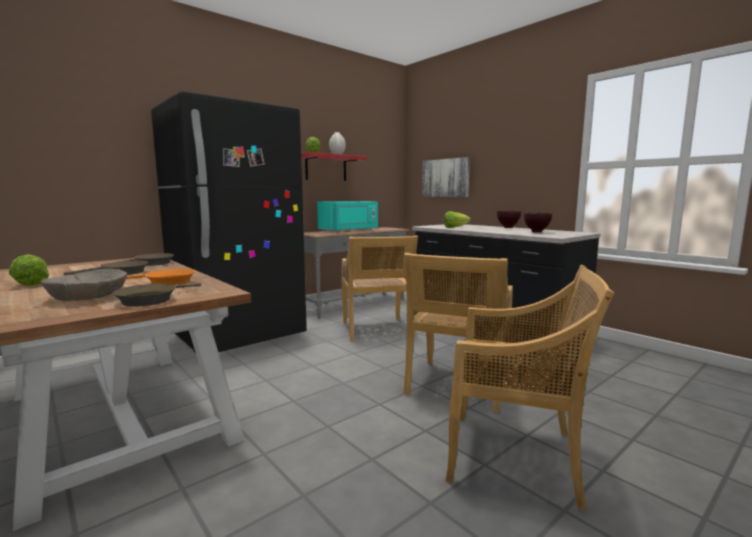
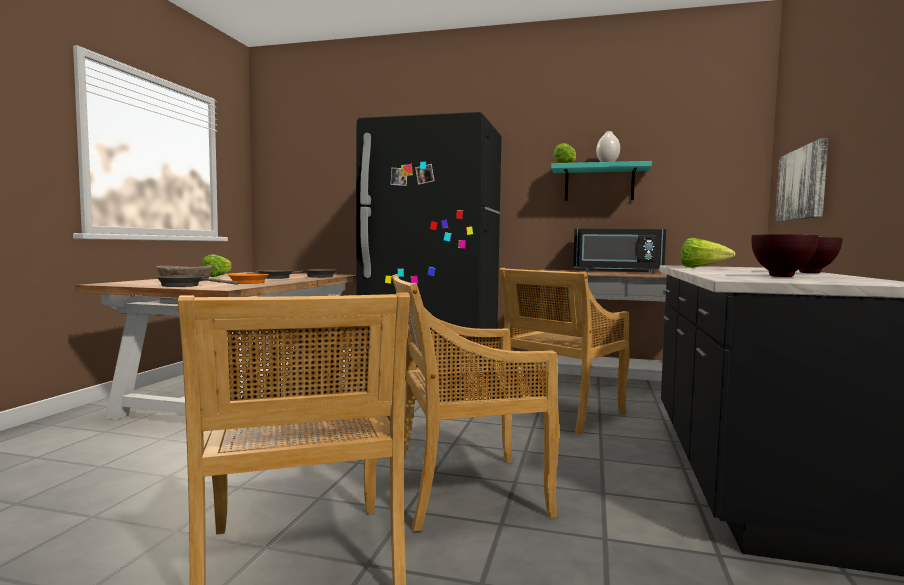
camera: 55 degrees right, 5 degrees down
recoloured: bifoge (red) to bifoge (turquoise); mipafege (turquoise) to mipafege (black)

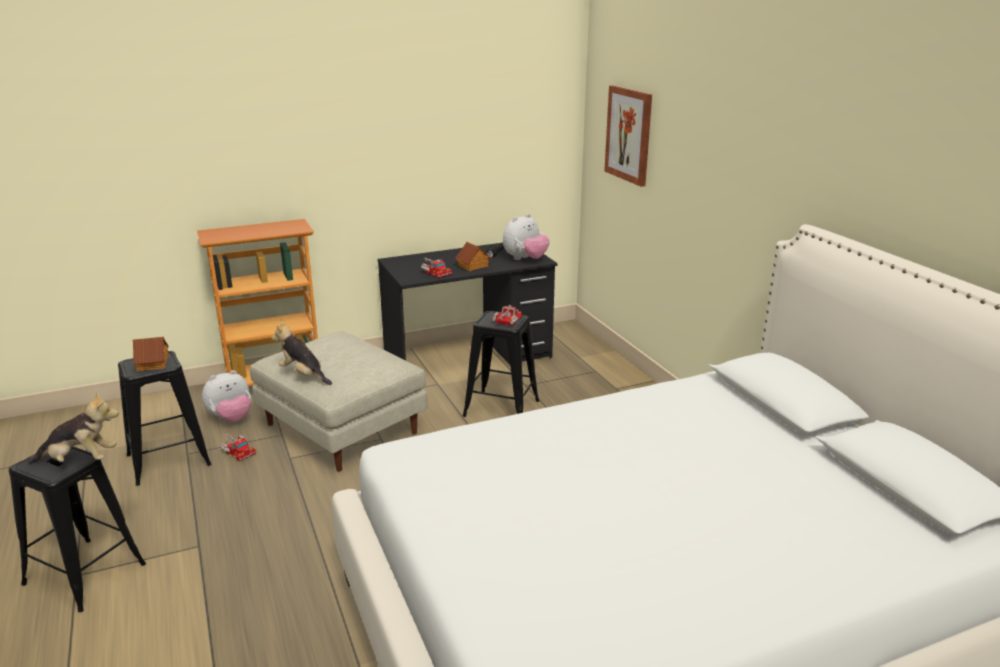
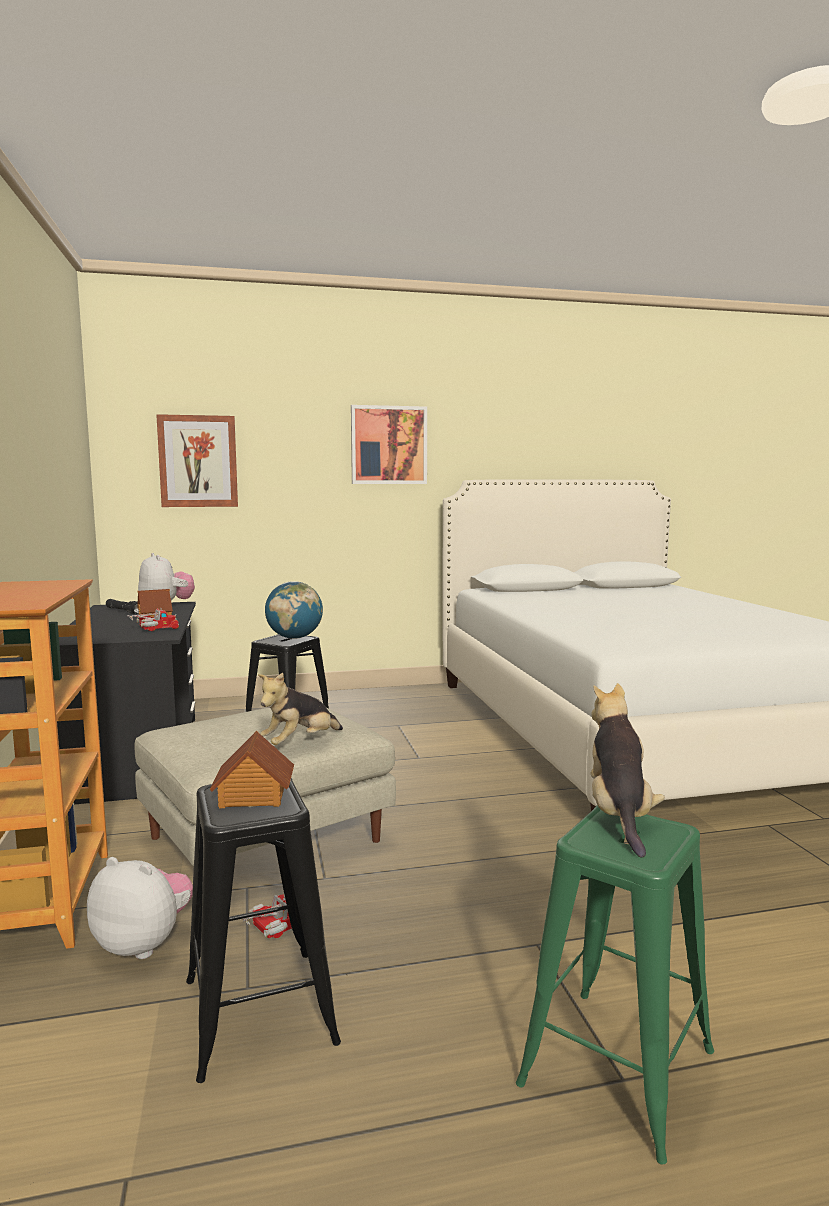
camera: 80 degrees left, 15 degrees down
added: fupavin (2nd from left)
replaced: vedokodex (3rd from left) to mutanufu
recoloured: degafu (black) (1st from left) to degafu (green)
turned: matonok (2nd from left in the first image) 45 degrees counterclockwise

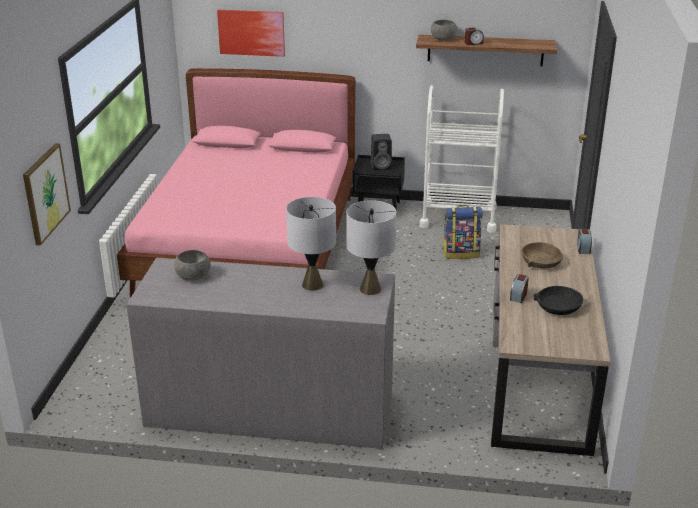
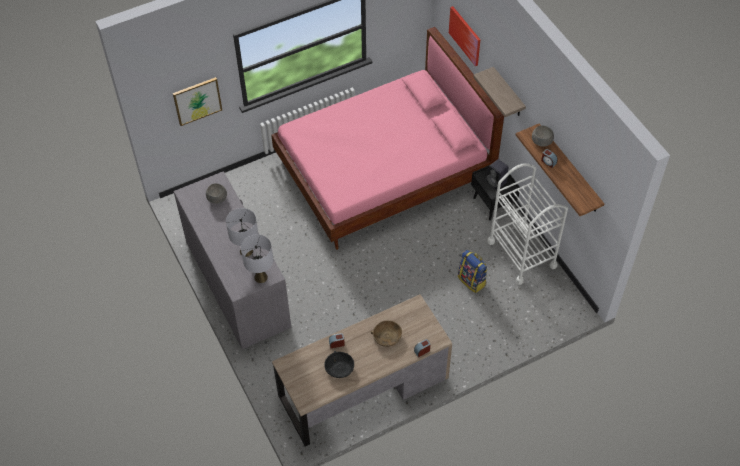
camera: 55 degrees right, 25 degrees up
added: bifoge (1st from left)

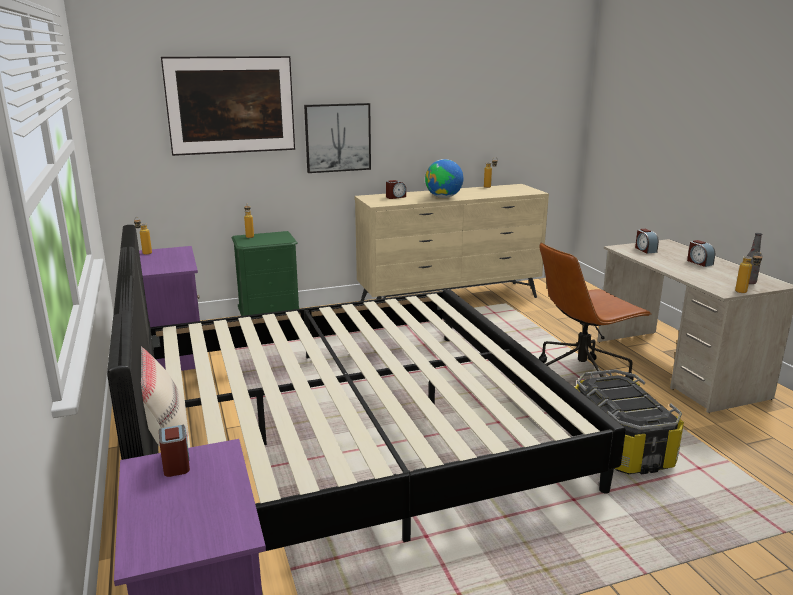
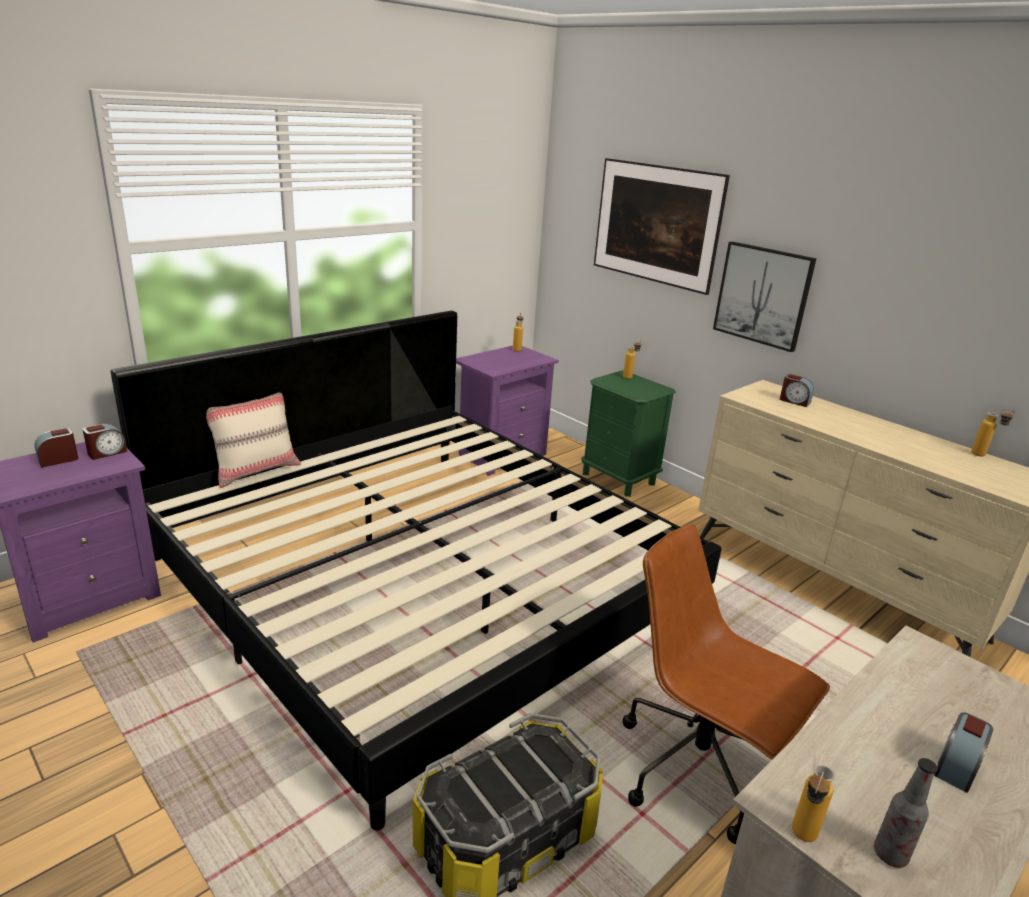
camera: 65 degrees right, 5 degrees up
removed: mutanufu
moved: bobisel (3rd from left in the first image) to bobisel (1st from left)

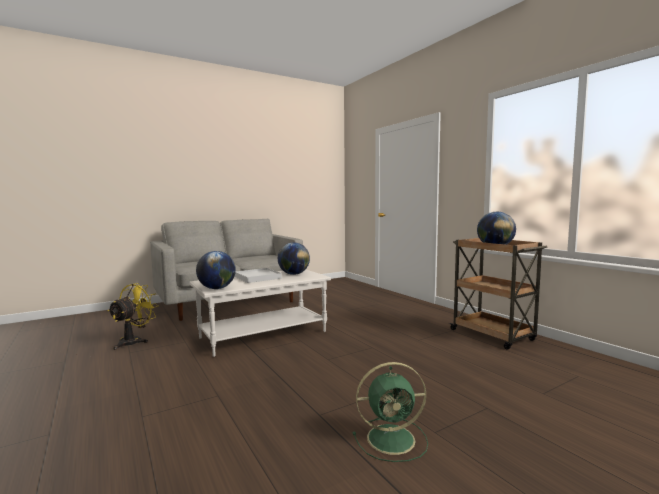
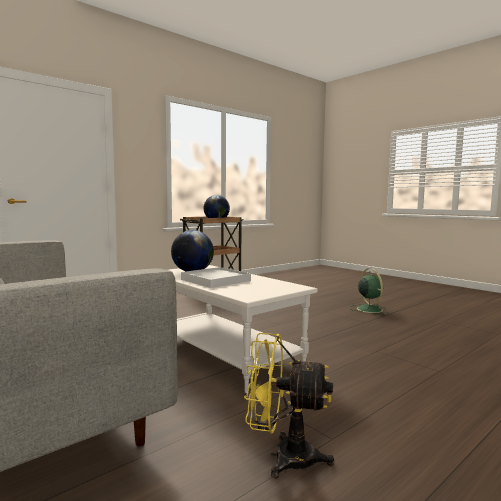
camera: 100 degrees left, 0 degrees up
removed: mutanufu (1st from left)

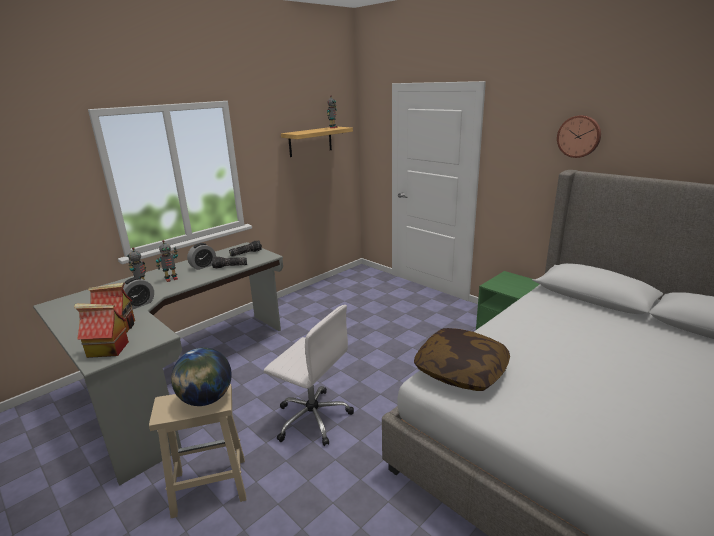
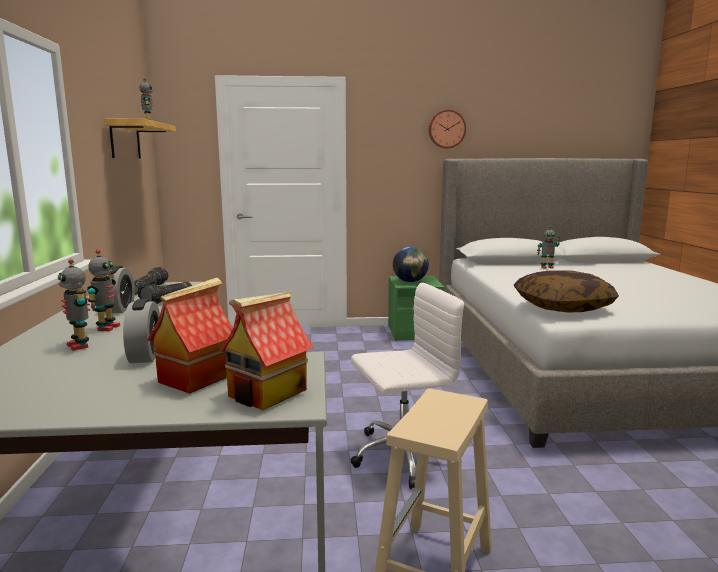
camera: 50 degrees left, 10 degrees down
added: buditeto (4th from left)
moved: mutanufu

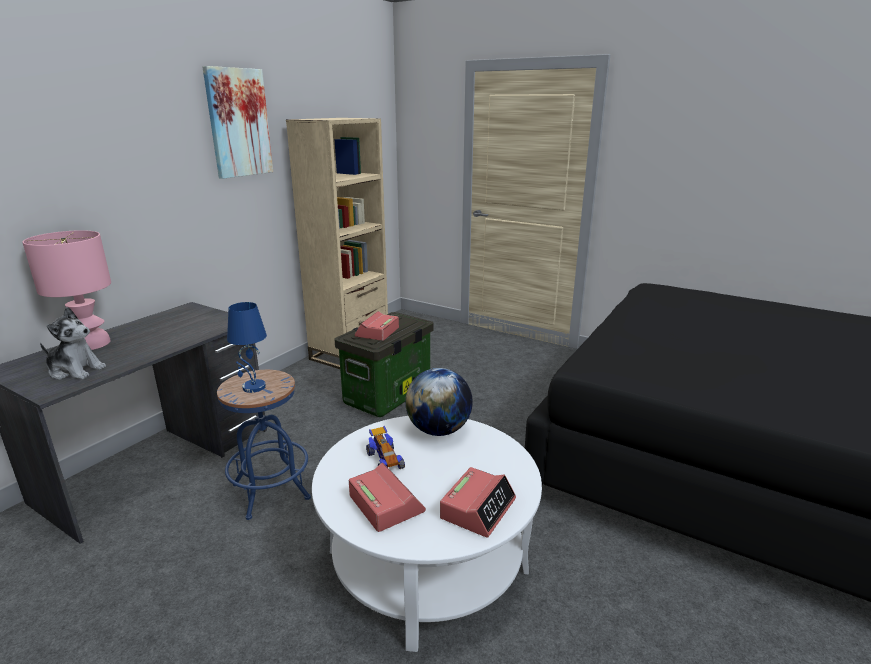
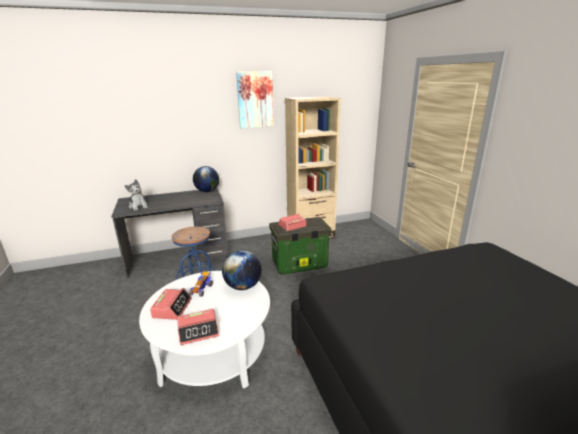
camera: 40 degrees right, 0 degrees up
removed: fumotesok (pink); fumotesok (blue)
added: mutanufu (1st from left)

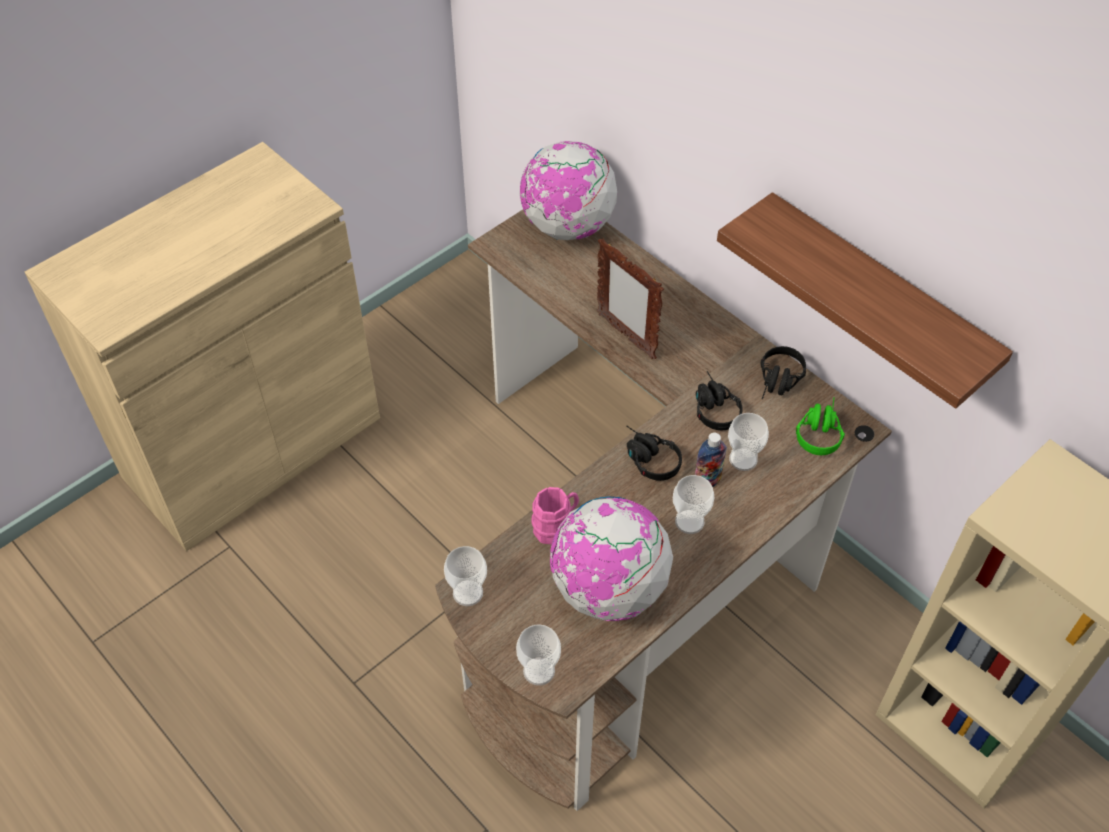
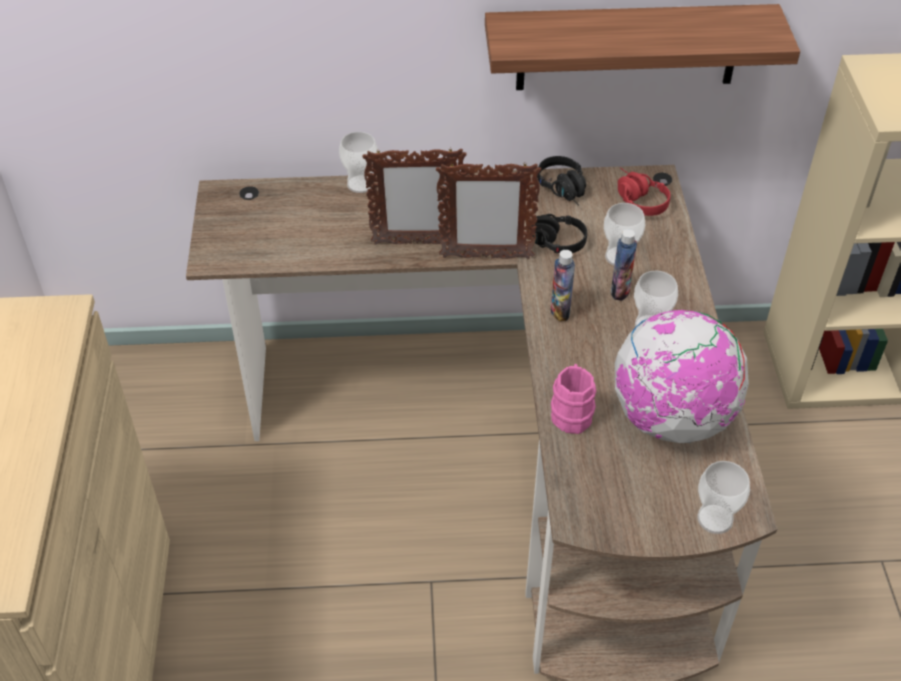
camera: 50 degrees left, 5 degrees down
removed: mutanufu (1st from left)
added: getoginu (2nd from left)
moved: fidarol (1st from left)
replaced: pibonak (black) (1st from left) to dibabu (1st from left)
recoloured: pibonak (green) to pibonak (red)

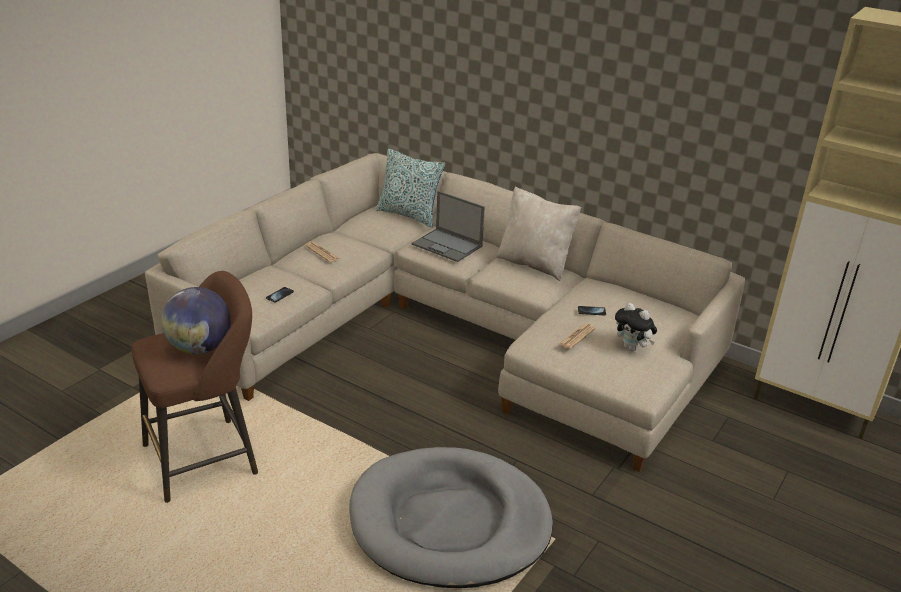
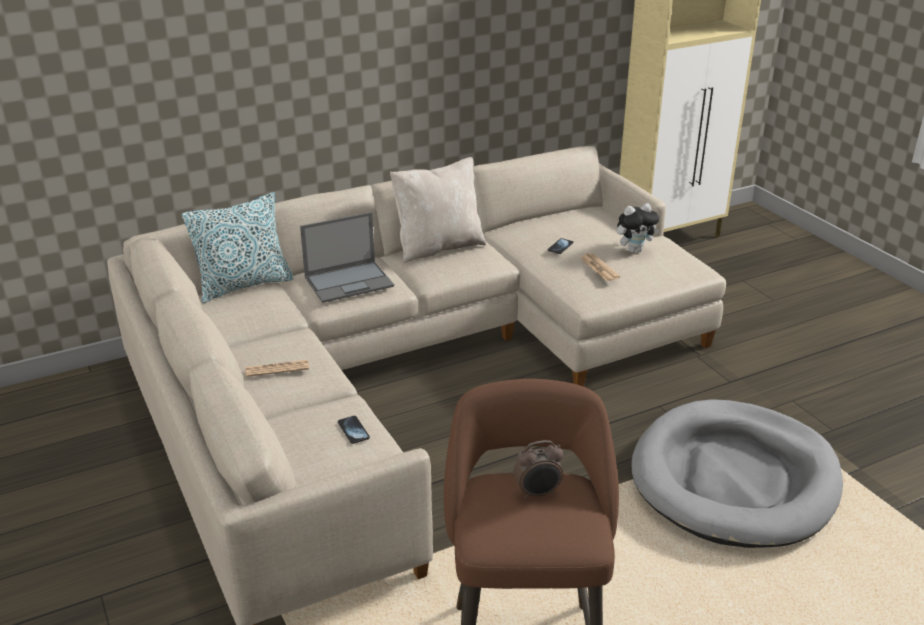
camera: 60 degrees left, 0 degrees up
replaced: mutanufu to bobisel

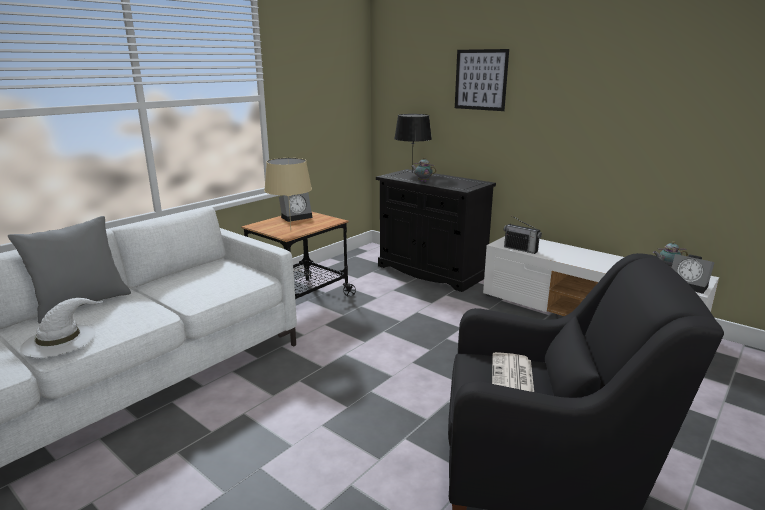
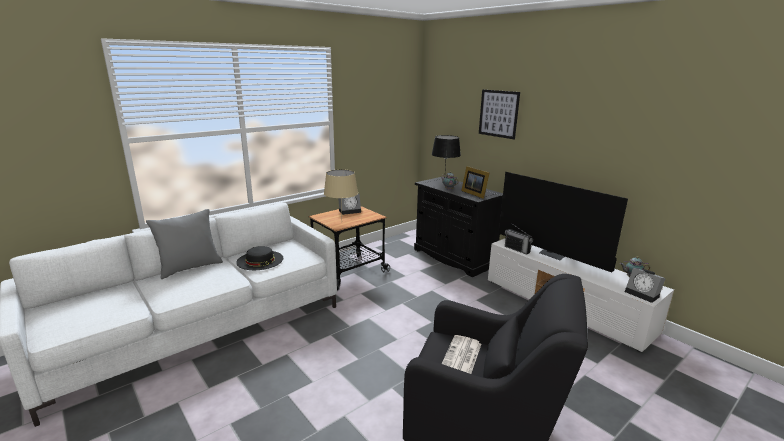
camera: 10 degrees right, 0 degrees up
removed: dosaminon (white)
added: getoginu; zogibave; dosaminon (black)

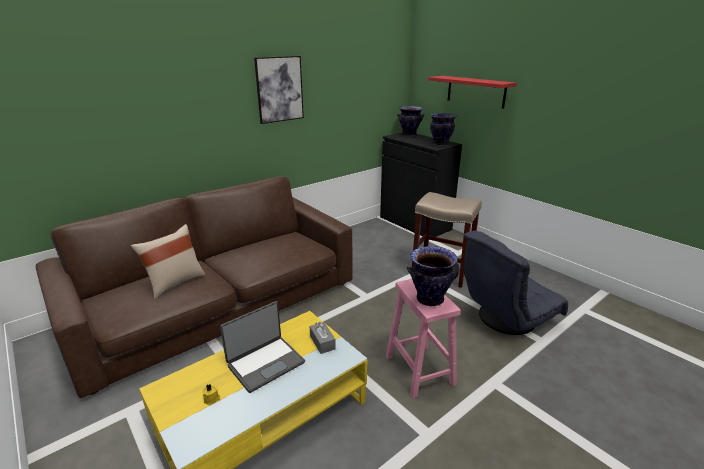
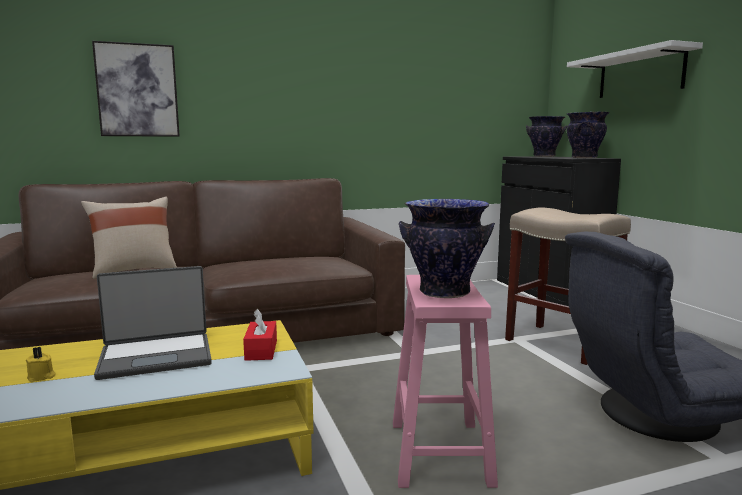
camera: 20 degrees right, 15 degrees down
moved: fupavin
recoloured: bifoge (red) to bifoge (white); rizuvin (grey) to rizuvin (red)

